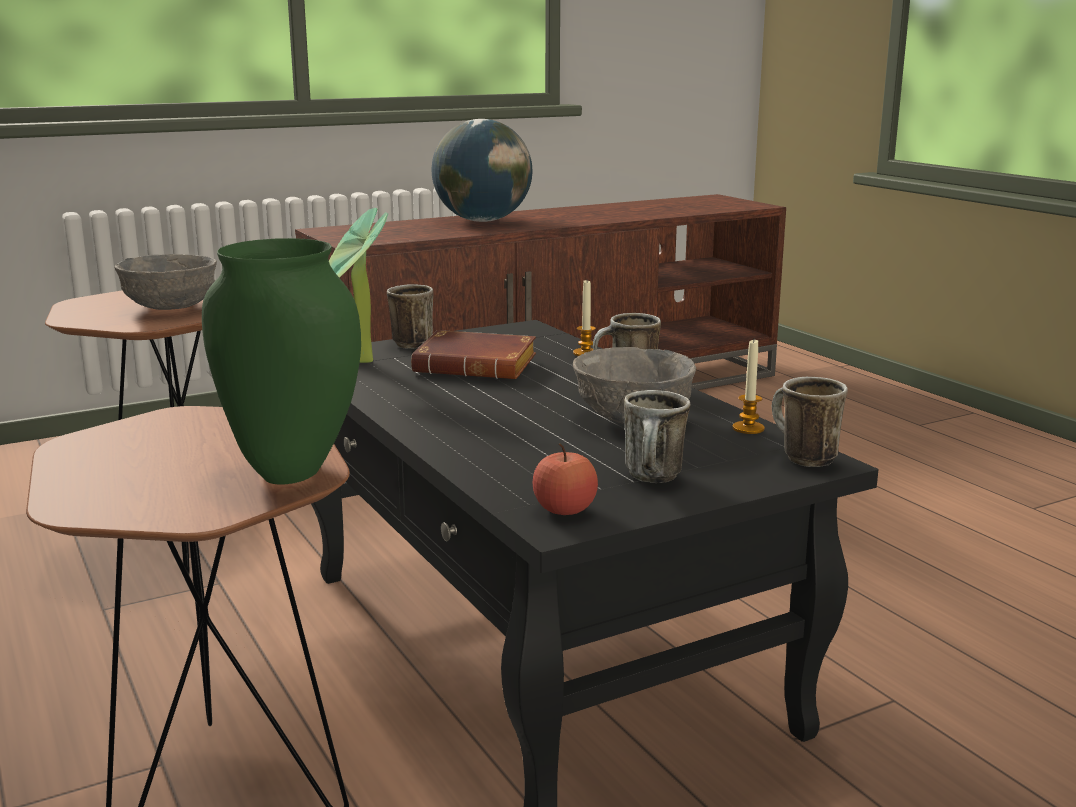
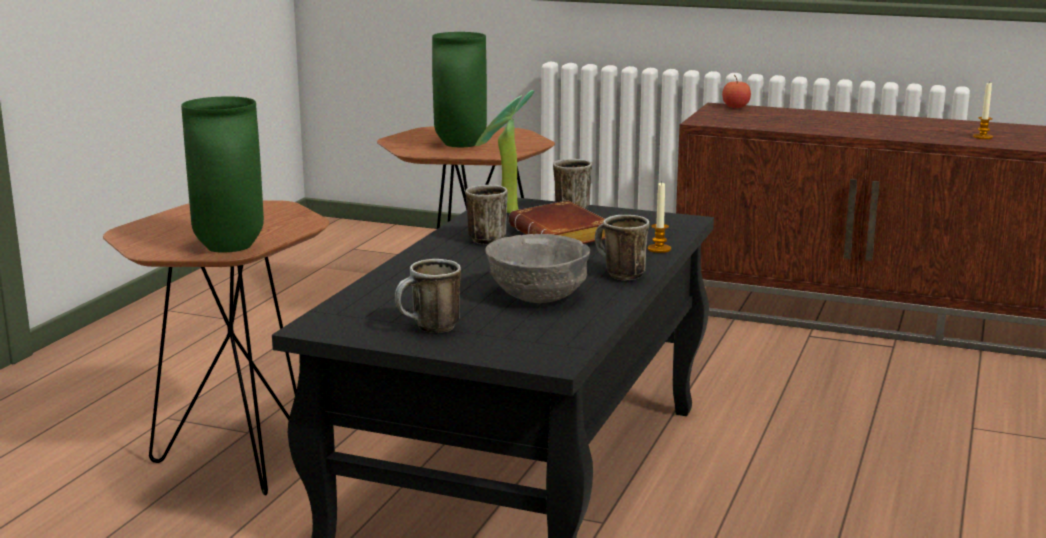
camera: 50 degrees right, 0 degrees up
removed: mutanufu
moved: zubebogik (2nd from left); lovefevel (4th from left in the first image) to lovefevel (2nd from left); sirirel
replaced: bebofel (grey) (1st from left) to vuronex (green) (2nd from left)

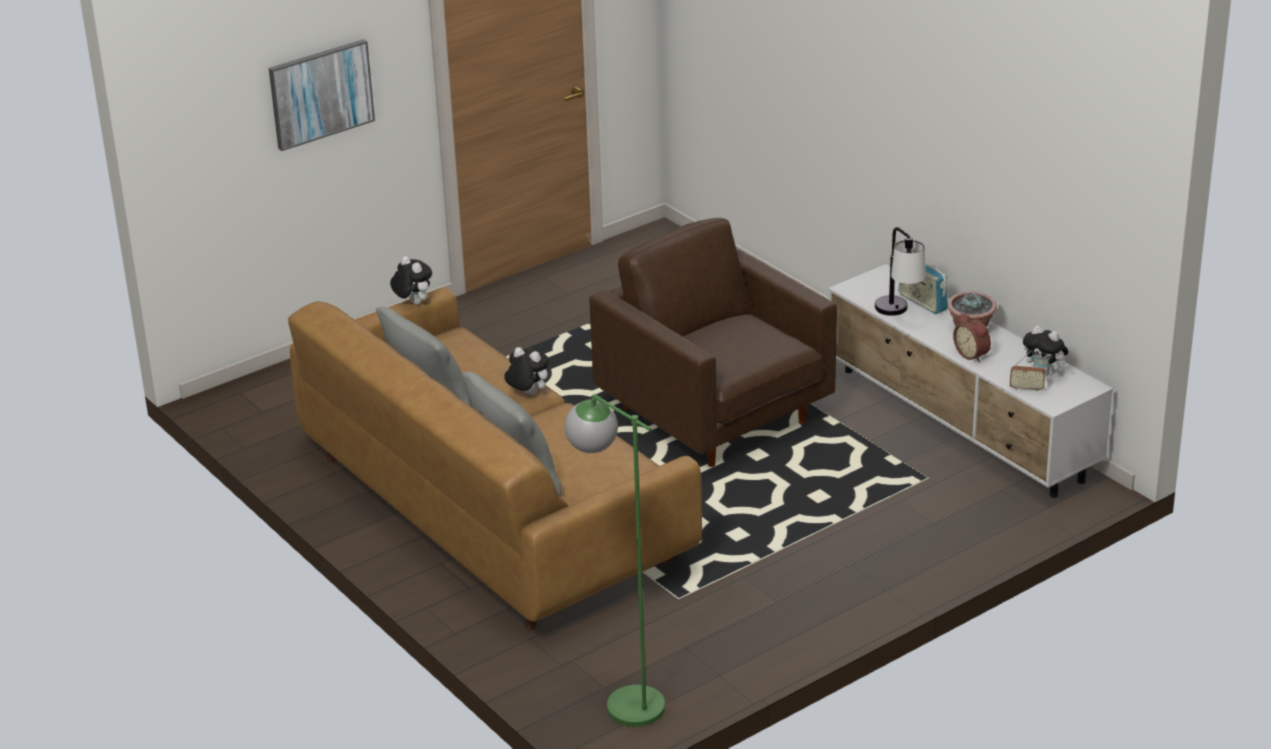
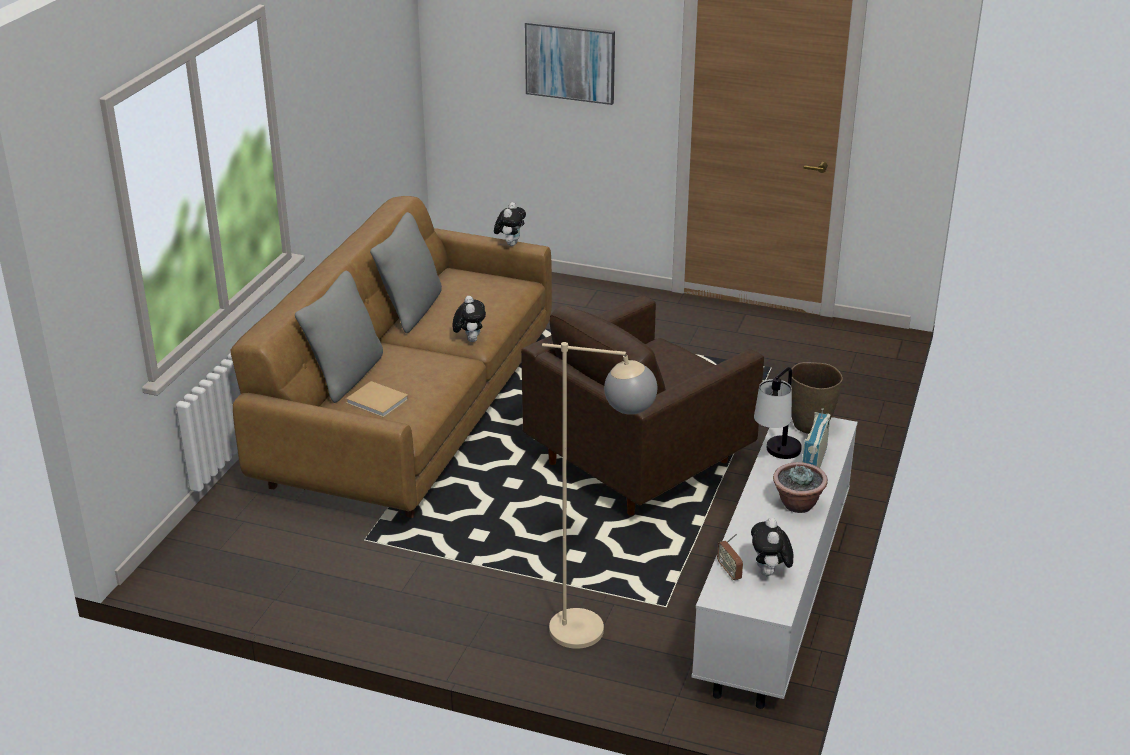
camera: 55 degrees right, 0 degrees up
removed: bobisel; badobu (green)
added: badobu (beige); vuronex (brown); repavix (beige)
turned: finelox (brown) 150 degrees counterclockwise

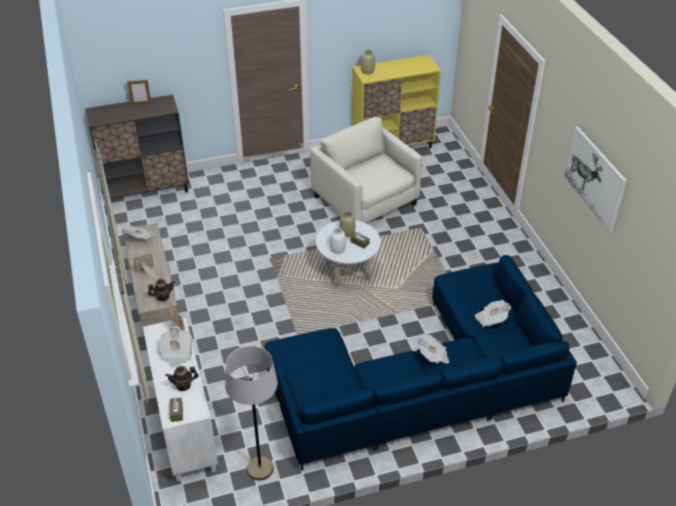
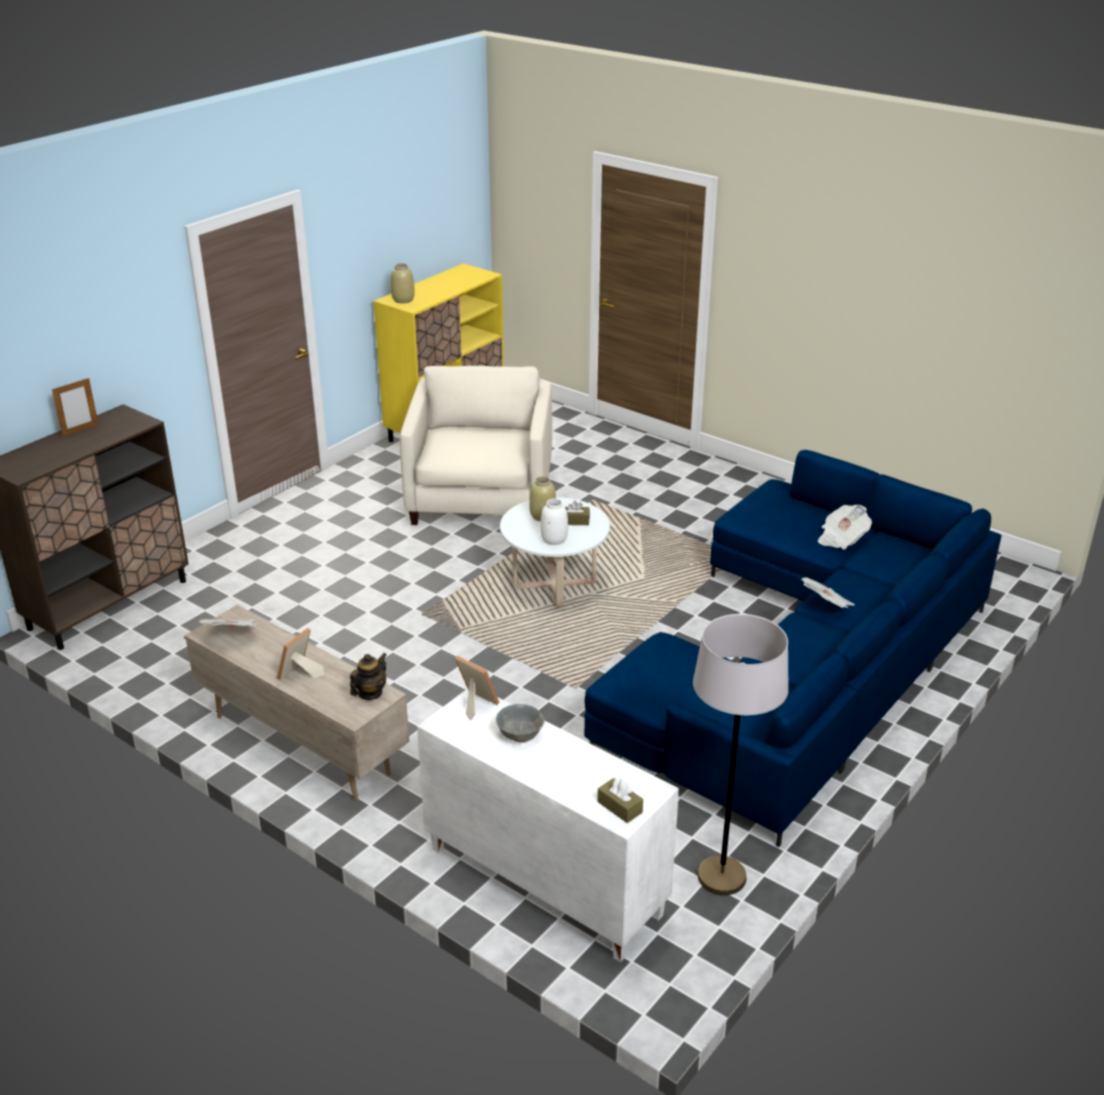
camera: 35 degrees left, 10 degrees down
removed: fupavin; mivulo (2nd from left)
replaced: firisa (2nd from left) to bebofel (grey)
turned: finelox (beige) 75 degrees clockwise

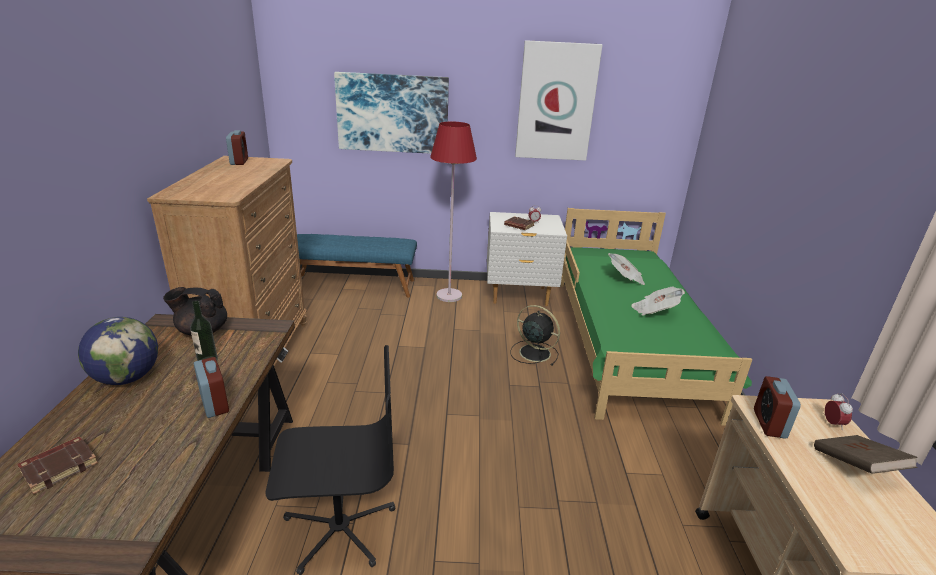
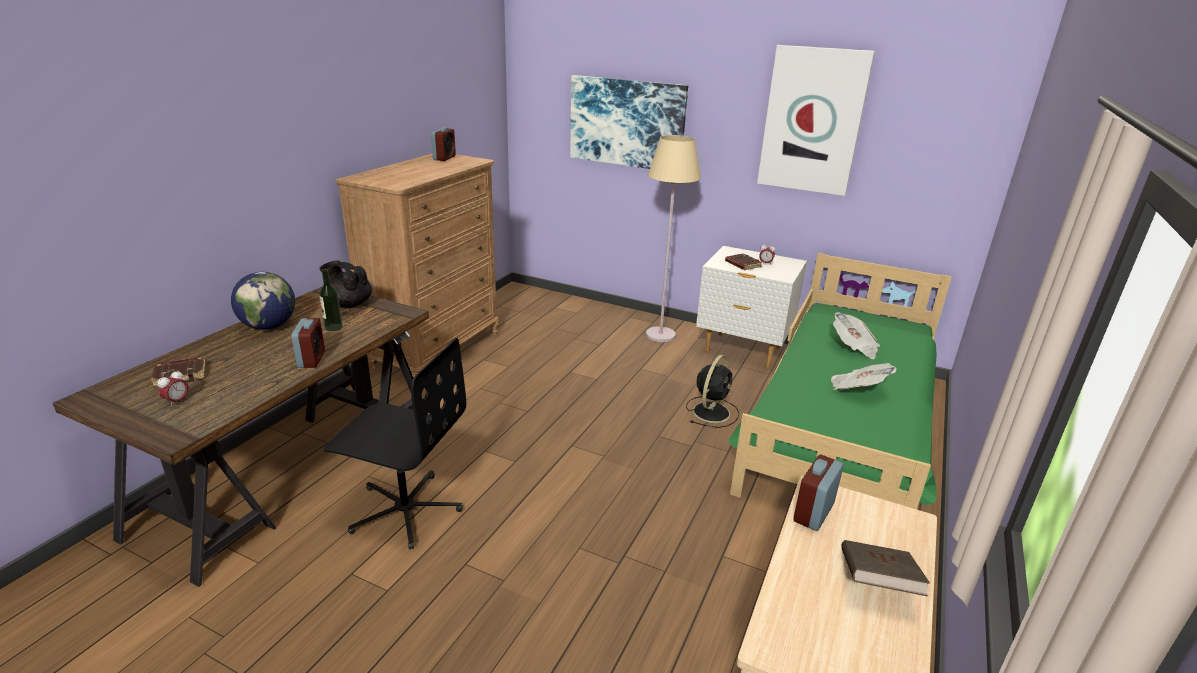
camera: 25 degrees right, 0 degrees up
removed: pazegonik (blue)
moved: bobisel (5th from left in the first image) to bobisel (1st from left)
recoloured: badobu (red) to badobu (beige)
turned: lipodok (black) 60 degrees clockwise

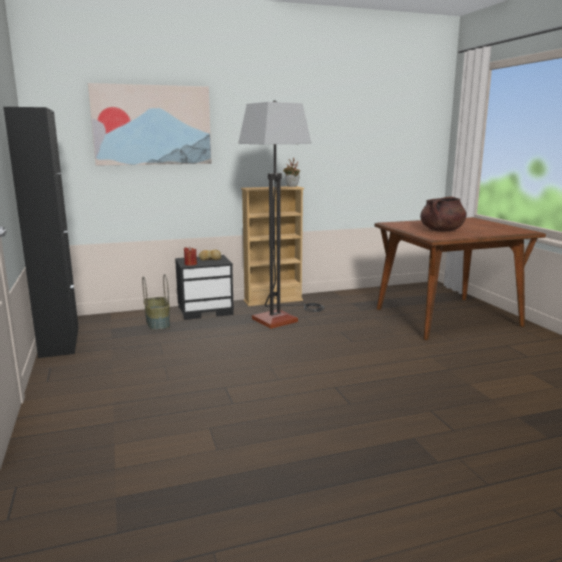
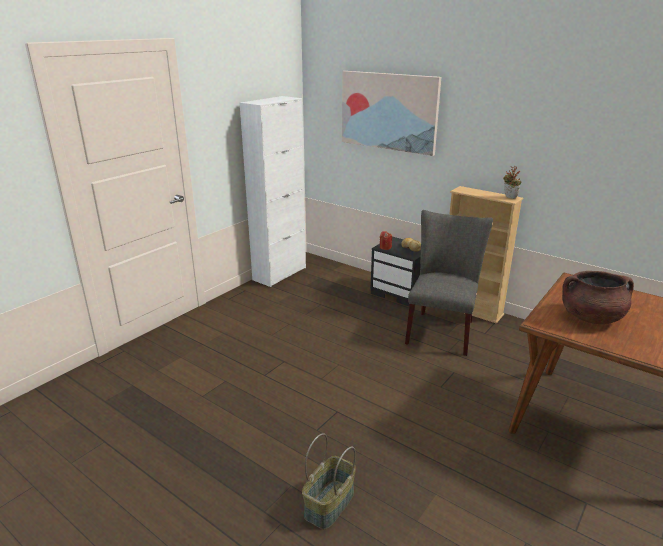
camera: 55 degrees right, 10 degrees up
moved: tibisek
replaced: badobu to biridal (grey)
recoloured: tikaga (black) to tikaga (white)

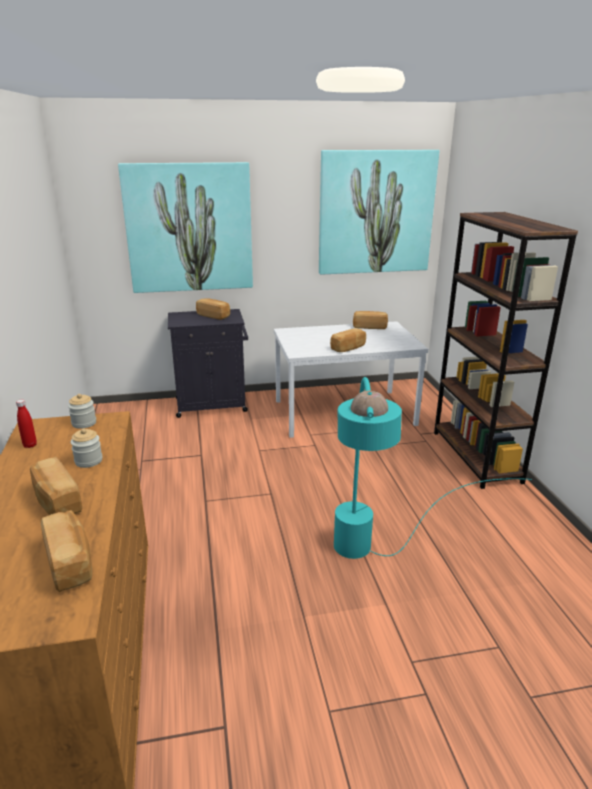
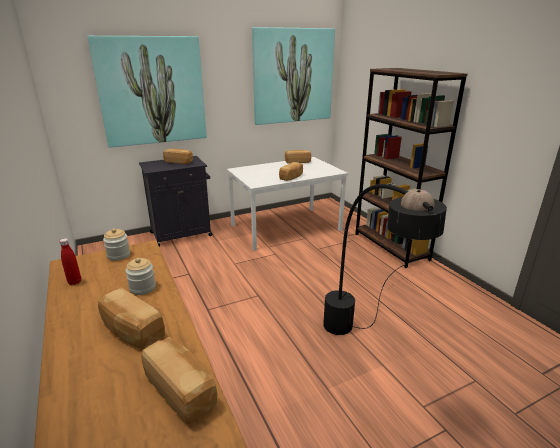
camera: 15 degrees left, 0 degrees up
recoloured: badobu (turquoise) to badobu (black)

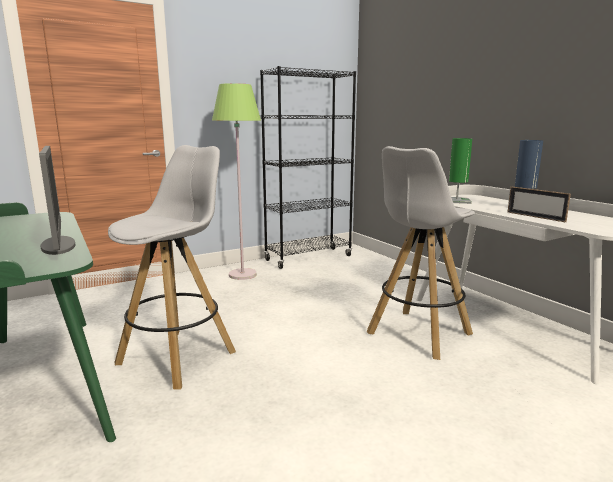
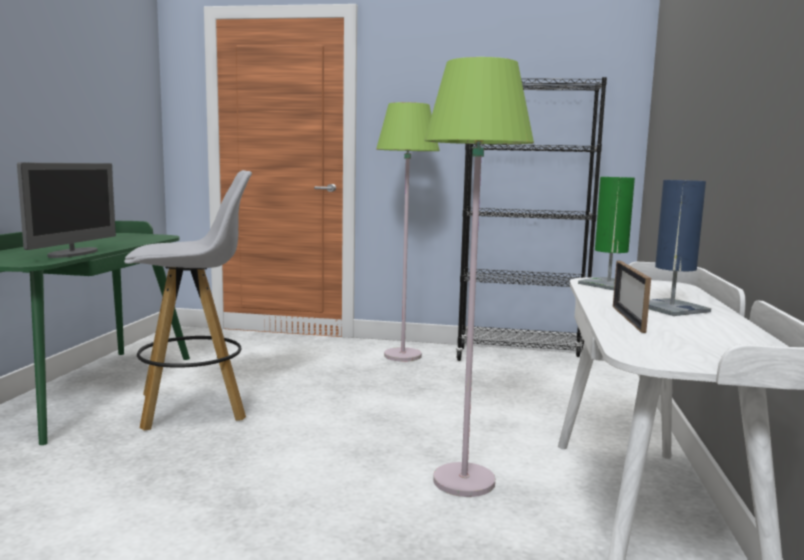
camera: 40 degrees right, 5 degrees down
replaced: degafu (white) (2nd from left) to badobu (green) (2nd from left)

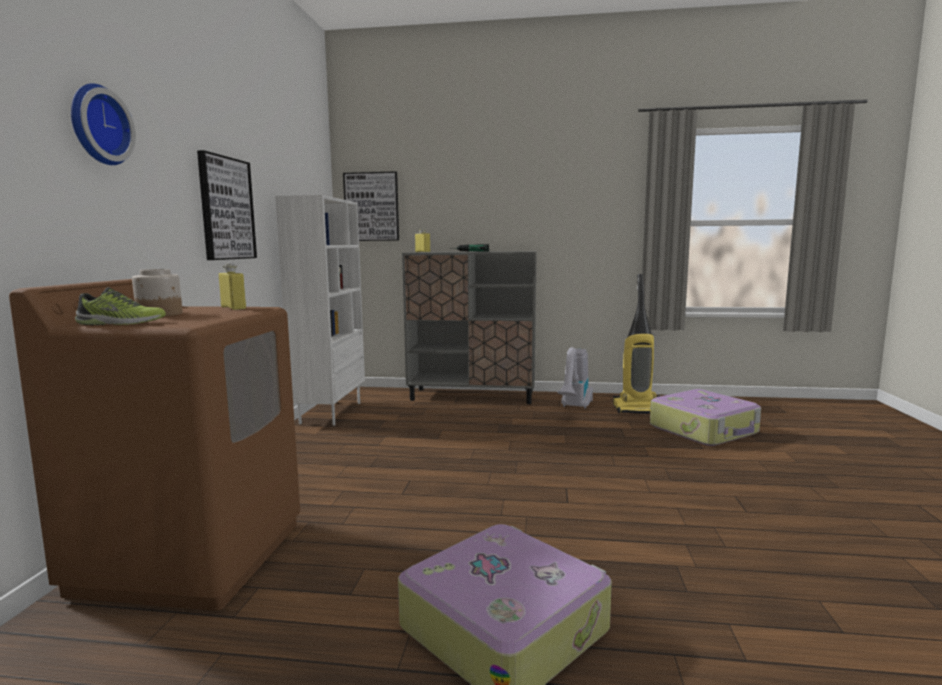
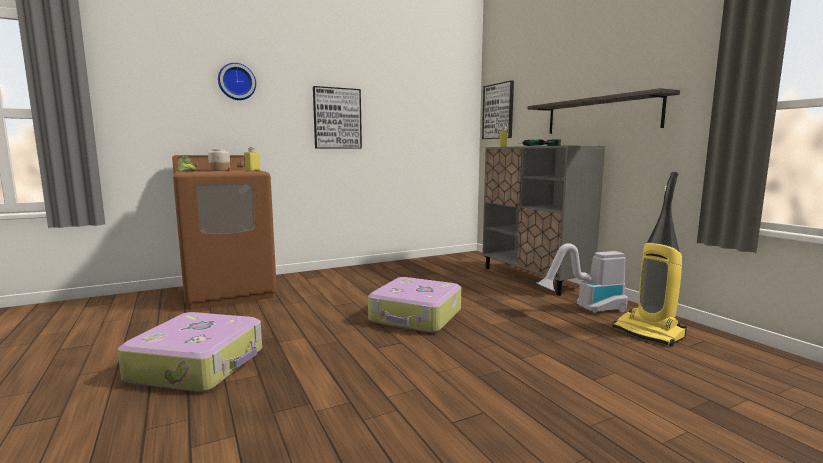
camera: 55 degrees right, 0 degrees up
removed: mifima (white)
added: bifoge
moved: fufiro (2nd from left)

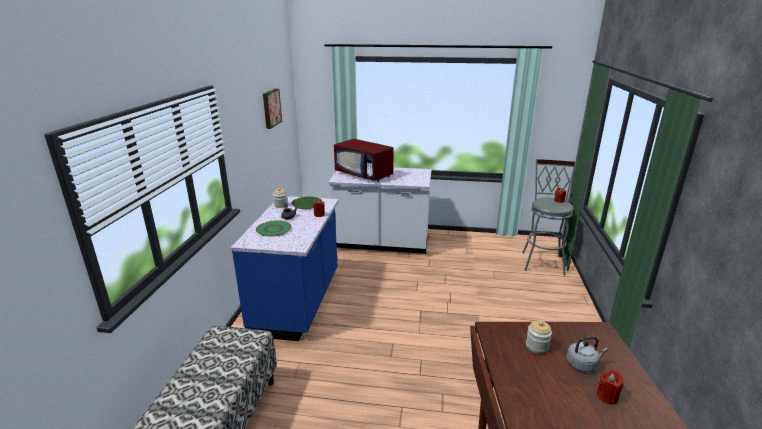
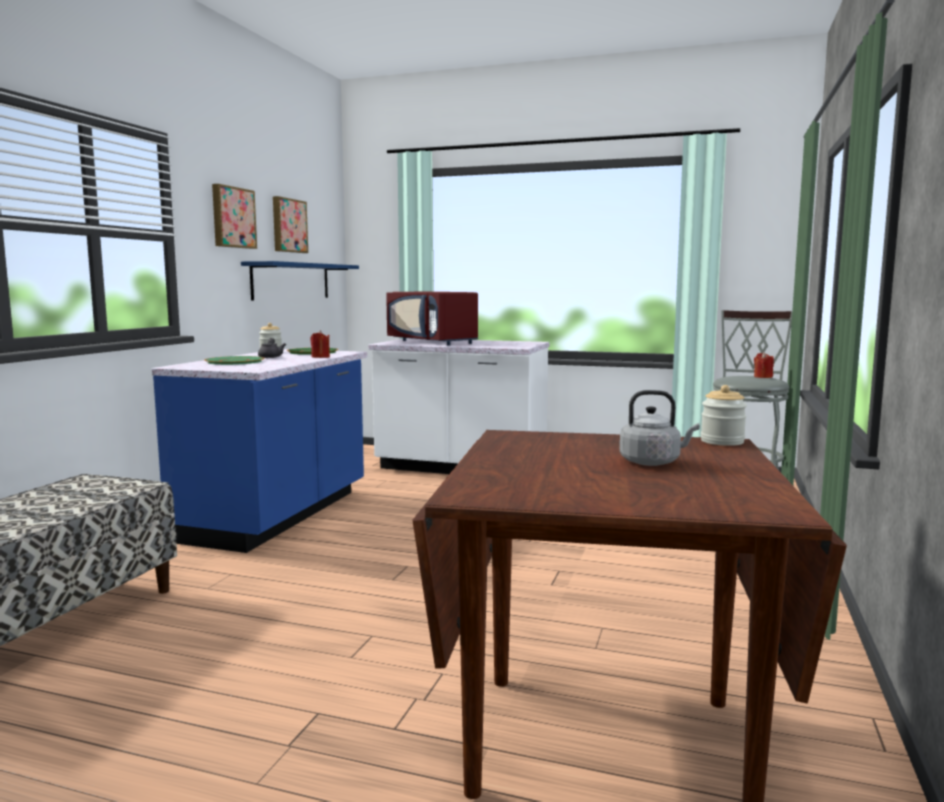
camera: 10 degrees right, 15 degrees down
removed: zubebogik (red) (3rd from left)
added: fupavin (1st from left); bifoge (blue)
moved: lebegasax (2nd from left)

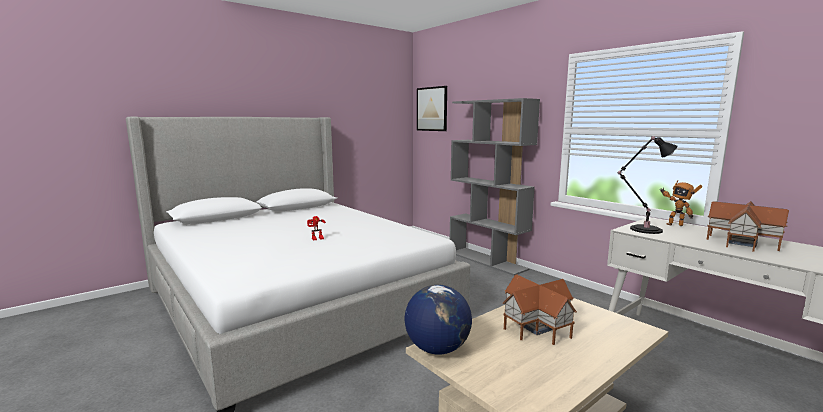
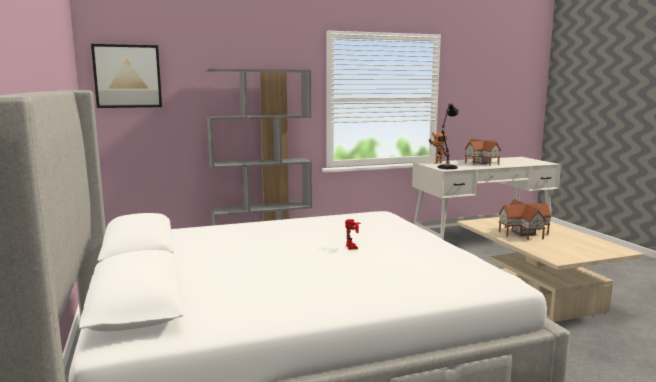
camera: 70 degrees left, 0 degrees up
removed: mutanufu

